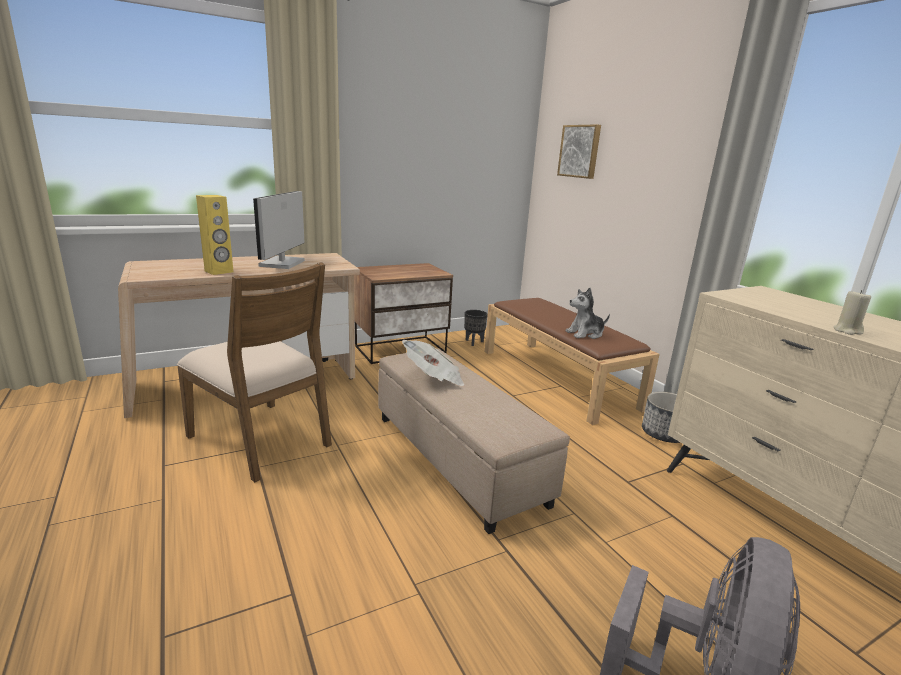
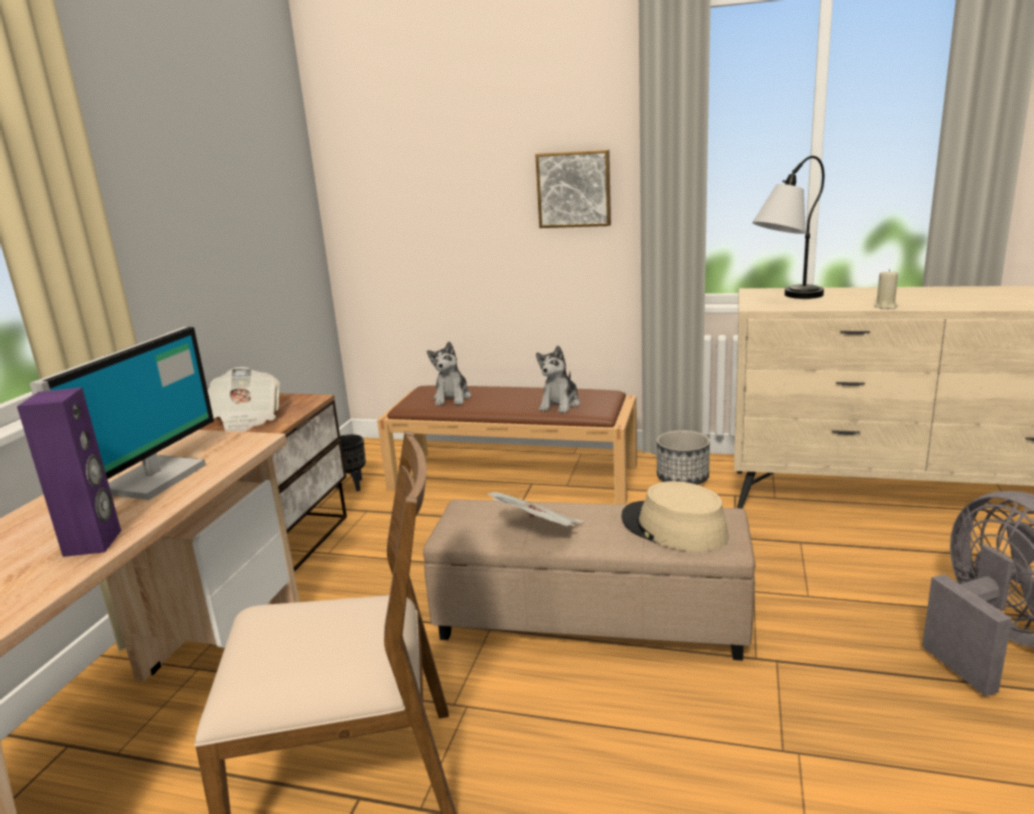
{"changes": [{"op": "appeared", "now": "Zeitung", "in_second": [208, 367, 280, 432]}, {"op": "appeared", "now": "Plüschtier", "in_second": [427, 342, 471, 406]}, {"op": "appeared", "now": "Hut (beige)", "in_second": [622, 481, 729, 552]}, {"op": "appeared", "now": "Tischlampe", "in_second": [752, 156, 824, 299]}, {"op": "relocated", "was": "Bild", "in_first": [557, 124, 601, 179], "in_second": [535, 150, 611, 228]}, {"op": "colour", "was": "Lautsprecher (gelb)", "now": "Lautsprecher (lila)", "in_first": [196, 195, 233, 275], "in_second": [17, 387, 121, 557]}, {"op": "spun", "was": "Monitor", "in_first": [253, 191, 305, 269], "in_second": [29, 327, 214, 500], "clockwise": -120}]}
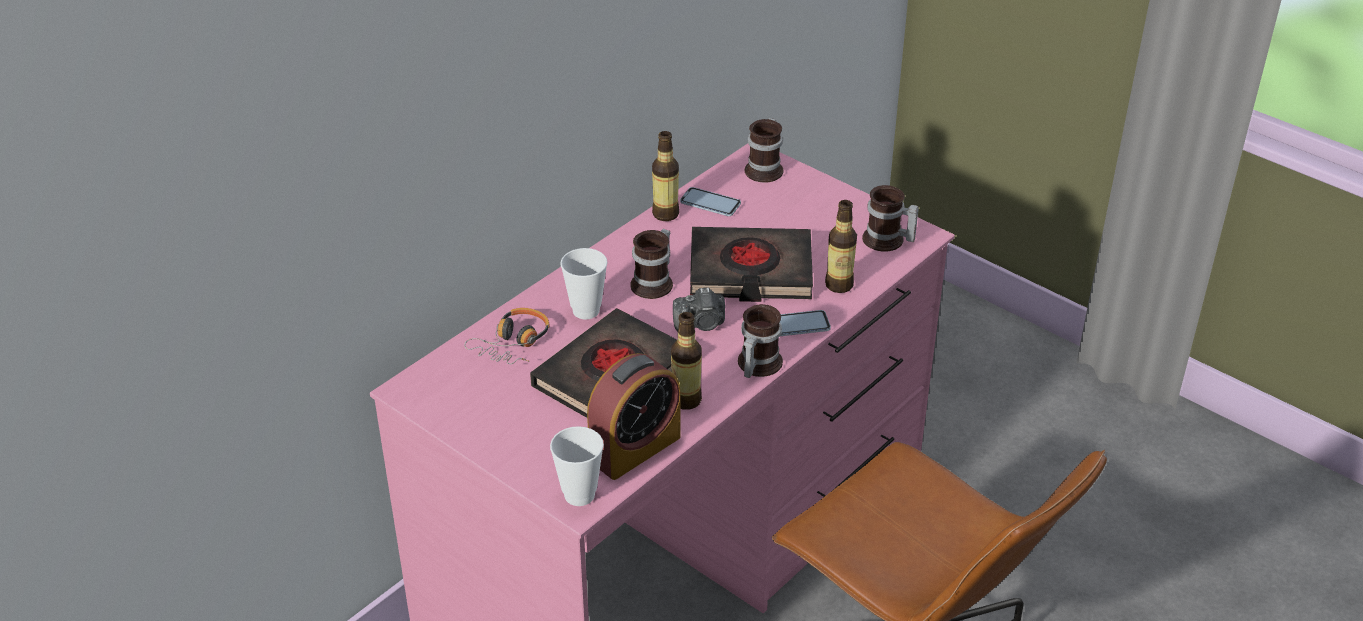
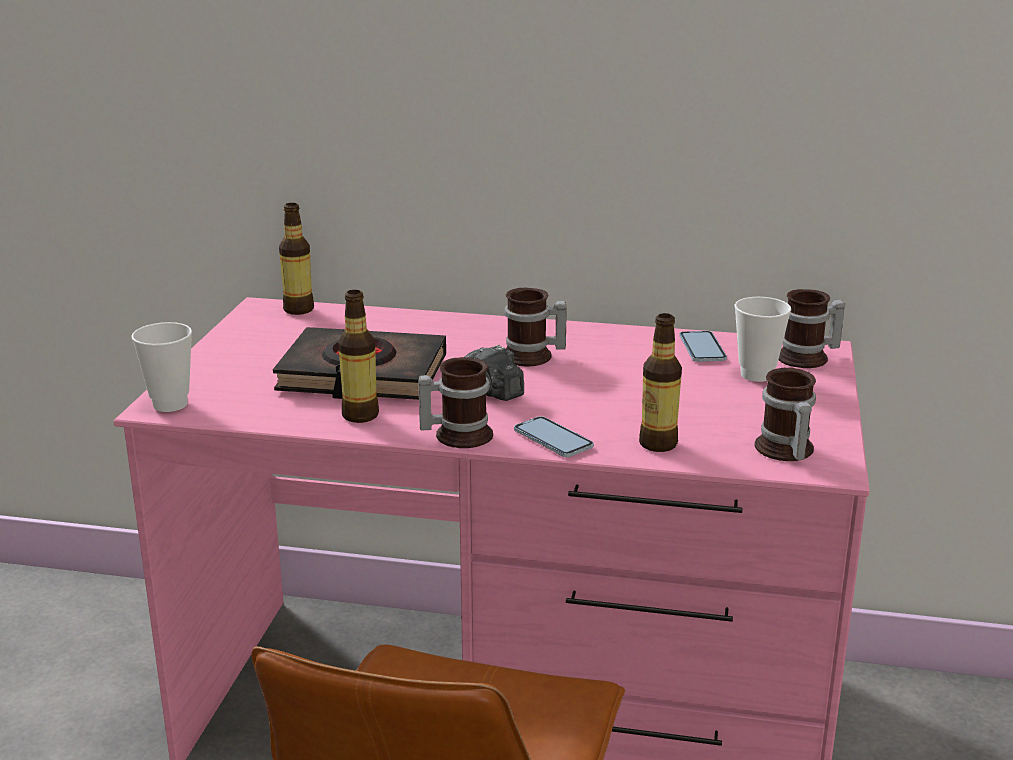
{"changes": [{"op": "missing", "was": "Kopfhörer", "in_first": [464, 308, 550, 364]}, {"op": "missing", "was": "Wecker", "in_first": [587, 353, 680, 480]}, {"op": "missing", "was": "Buch (schwarz)", "in_first": [690, 227, 813, 302]}, {"op": "relocated", "was": "Tasse", "in_first": [560, 248, 608, 319], "in_second": [734, 297, 791, 382]}, {"op": "relocated", "was": "Flasche", "in_first": [652, 131, 679, 221], "in_second": [279, 203, 314, 315]}]}
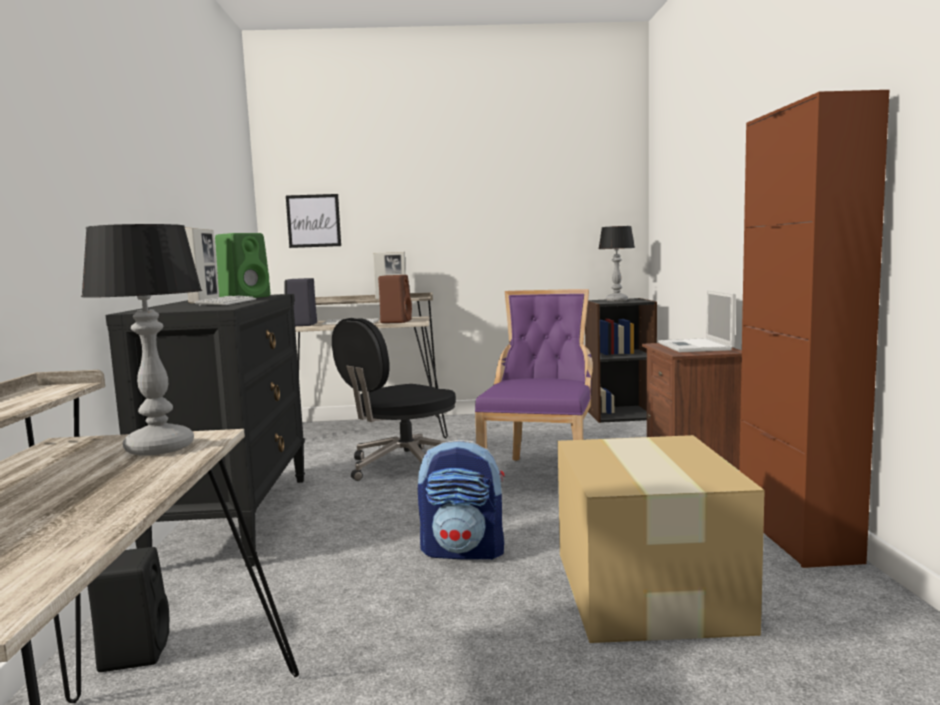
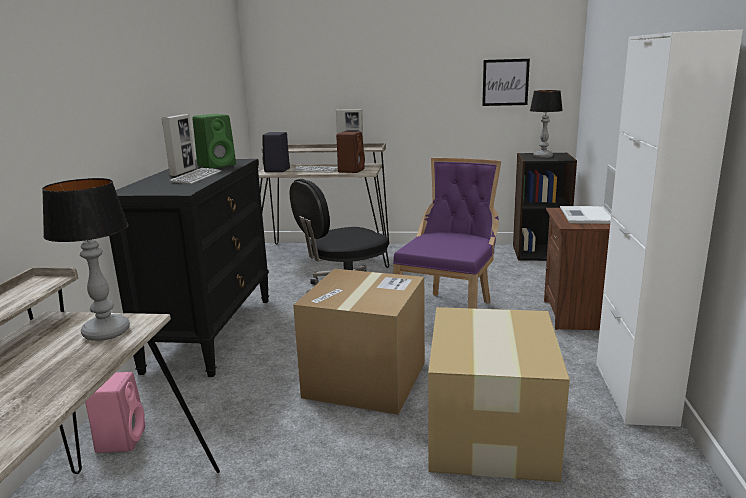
{"changes": [{"op": "relocated", "was": "Bild", "in_first": [286, 194, 341, 248], "in_second": [482, 59, 530, 106]}, {"op": "exchanged", "was": "Rucksack", "now": "Karton", "in_first": [418, 440, 505, 560], "in_second": [293, 269, 425, 415]}, {"op": "colour", "was": "Lautsprecher (schwarz)", "now": "Lautsprecher (rosa)", "in_first": [87, 547, 169, 672], "in_second": [85, 372, 145, 453]}, {"op": "colour", "was": "Schrank (braun)", "now": "Schrank (weiß)", "in_first": [739, 90, 889, 568], "in_second": [596, 30, 743, 427]}]}
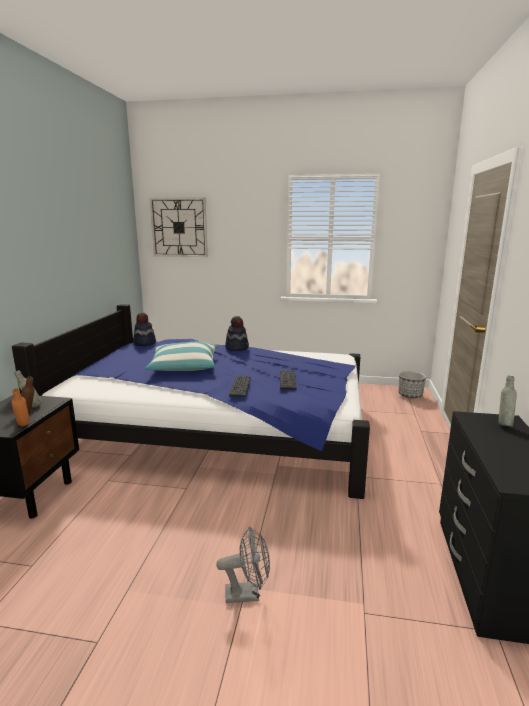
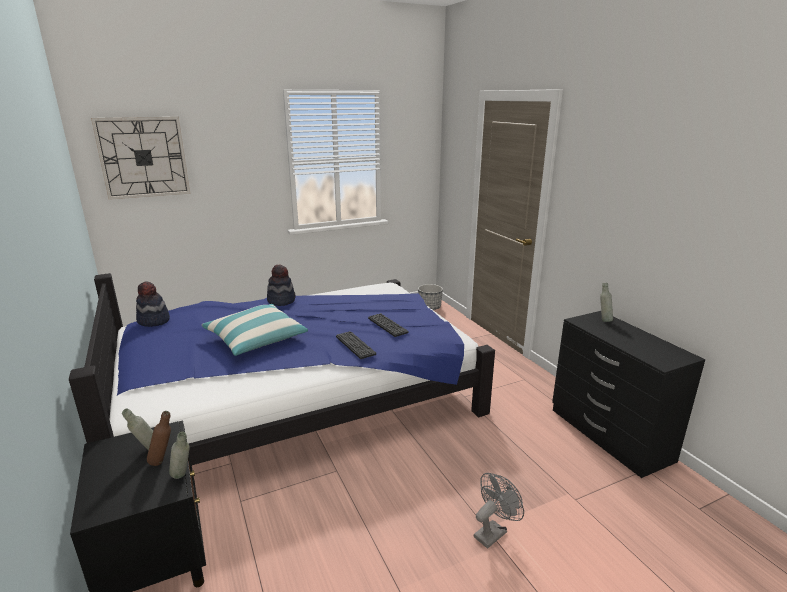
{"changes": [{"op": "colour", "was": "Flasche (orange)", "now": "Flasche (grau)", "in_first": [12, 388, 30, 426], "in_second": [169, 431, 190, 479]}]}
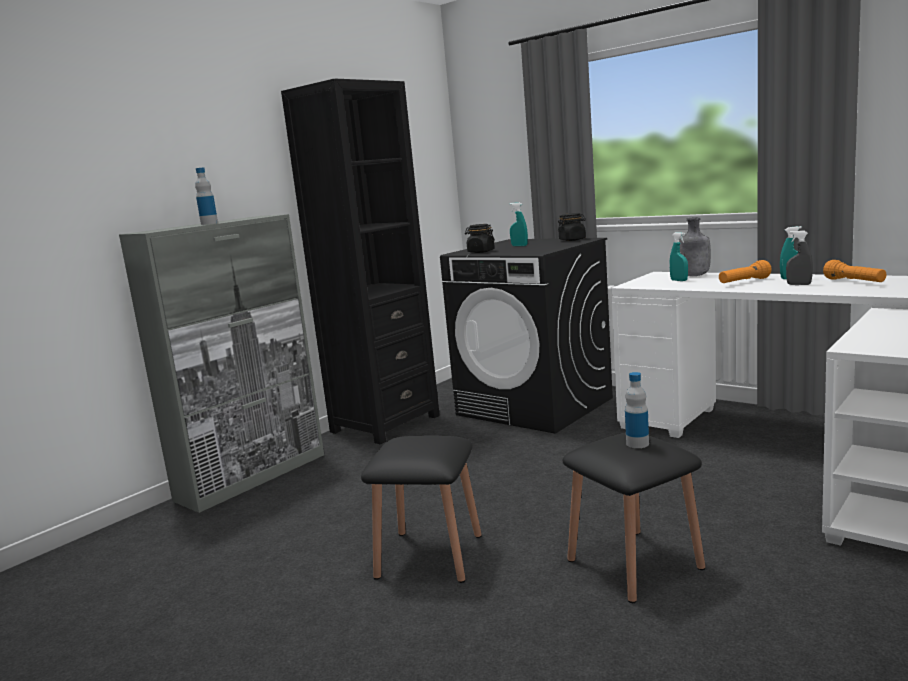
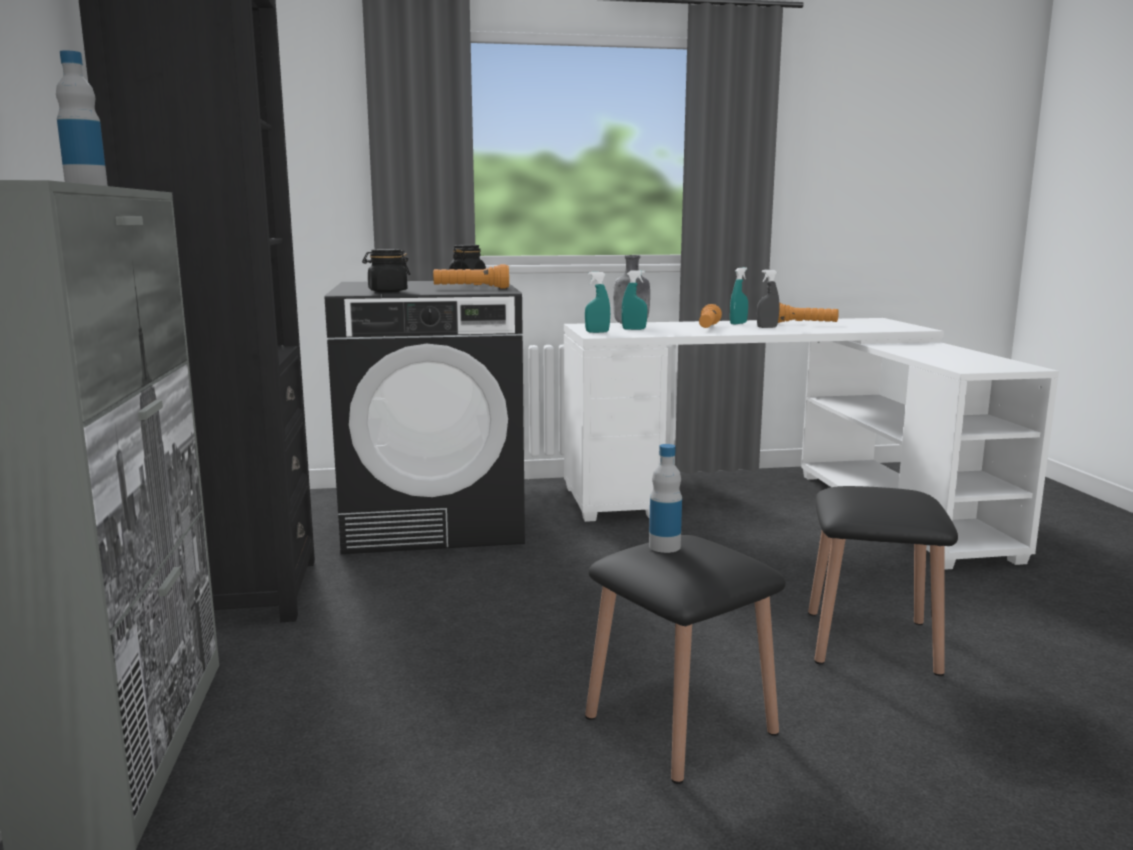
{"changes": [{"op": "appeared", "now": "Taschenlampe (orange)", "in_second": [433, 264, 509, 289]}, {"op": "relocated", "was": "Sprühflasche (türkis)", "in_first": [510, 202, 528, 246], "in_second": [585, 272, 610, 333]}, {"op": "relocated", "was": "Flasche", "in_first": [625, 372, 649, 448], "in_second": [649, 444, 682, 553]}]}
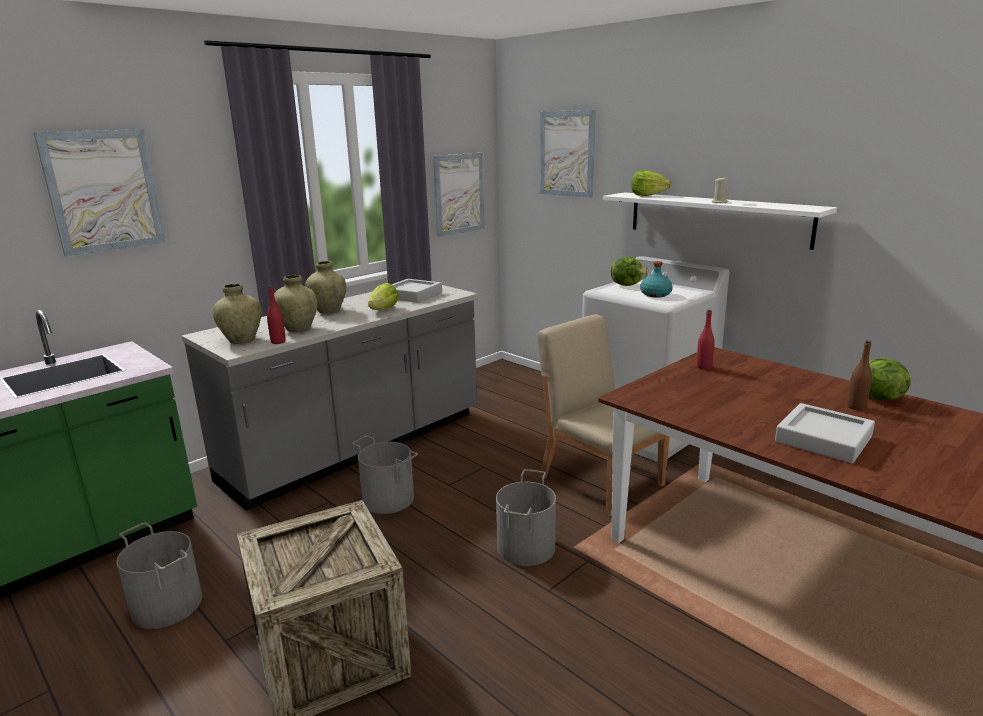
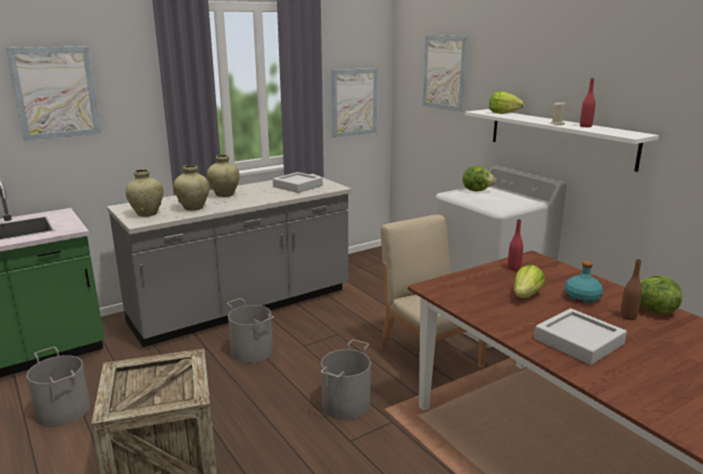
{"changes": [{"op": "relocated", "was": "Flasche (rot)", "in_first": [267, 286, 286, 344], "in_second": [580, 78, 595, 127]}, {"op": "relocated", "was": "Salatkopf", "in_first": [368, 283, 399, 310], "in_second": [514, 265, 545, 298]}, {"op": "relocated", "was": "Flasche (türkis)", "in_first": [640, 261, 673, 298], "in_second": [564, 261, 603, 303]}]}
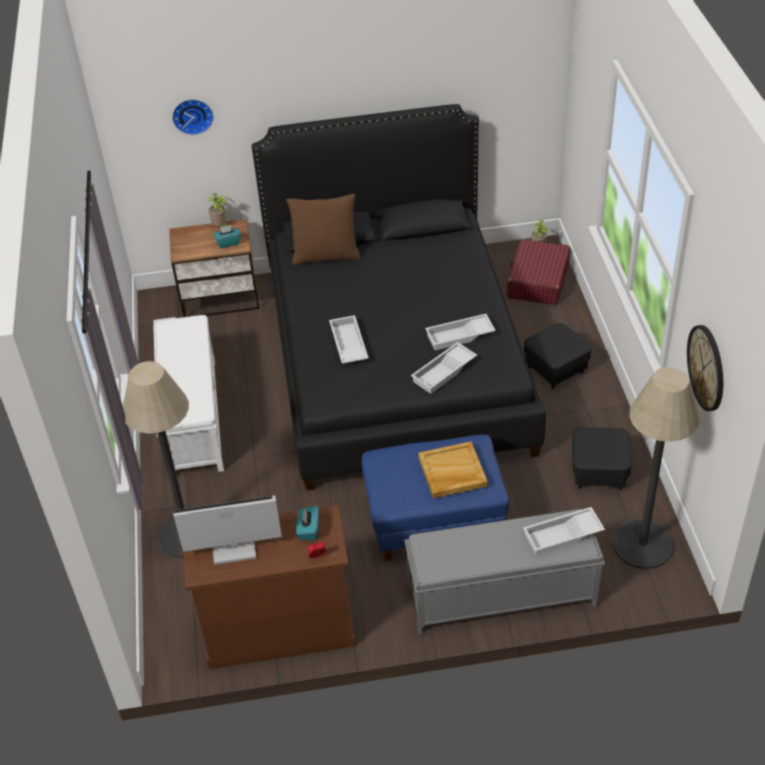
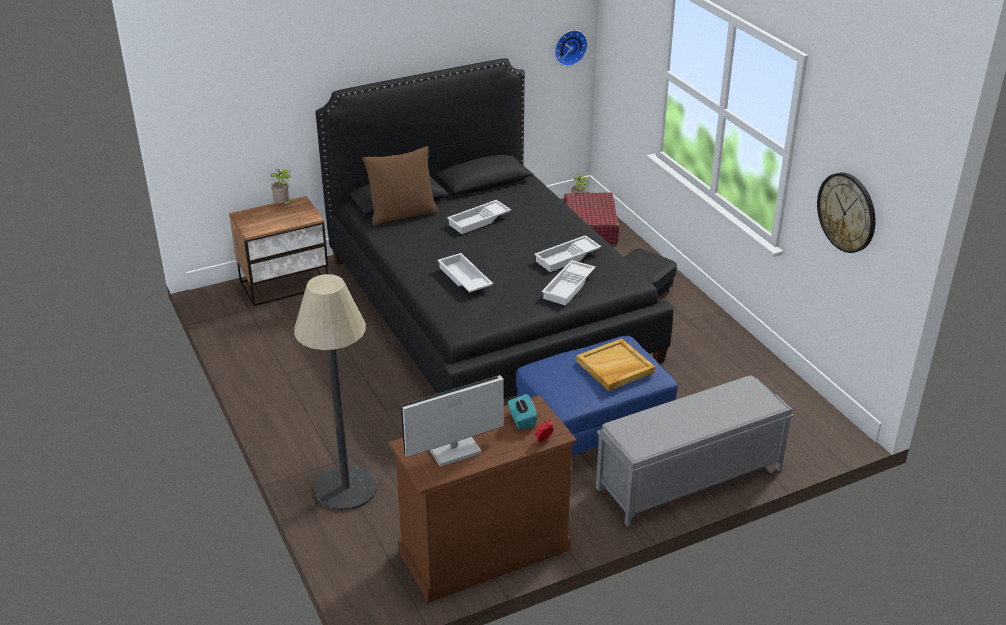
{"changes": [{"op": "missing", "was": "Bank (weiß)", "in_first": [153, 315, 224, 472]}, {"op": "missing", "was": "Taschentuchbox (türkis)", "in_first": [214, 225, 241, 248]}, {"op": "missing", "was": "Polsterhocker (schwarz)", "in_first": [572, 427, 632, 490]}, {"op": "missing", "was": "Stehlampe", "in_first": [613, 367, 700, 569]}, {"op": "relocated", "was": "Wanduhr", "in_first": [172, 99, 214, 135], "in_second": [555, 30, 588, 66]}, {"op": "relocated", "was": "Tablett (weiß)", "in_first": [523, 507, 605, 555], "in_second": [447, 200, 511, 234]}]}
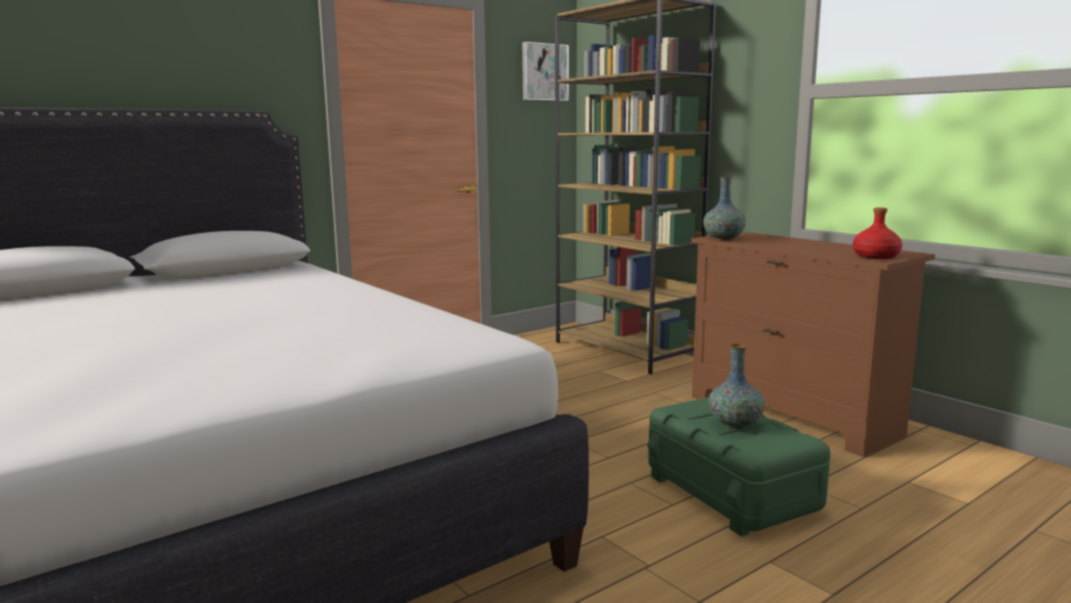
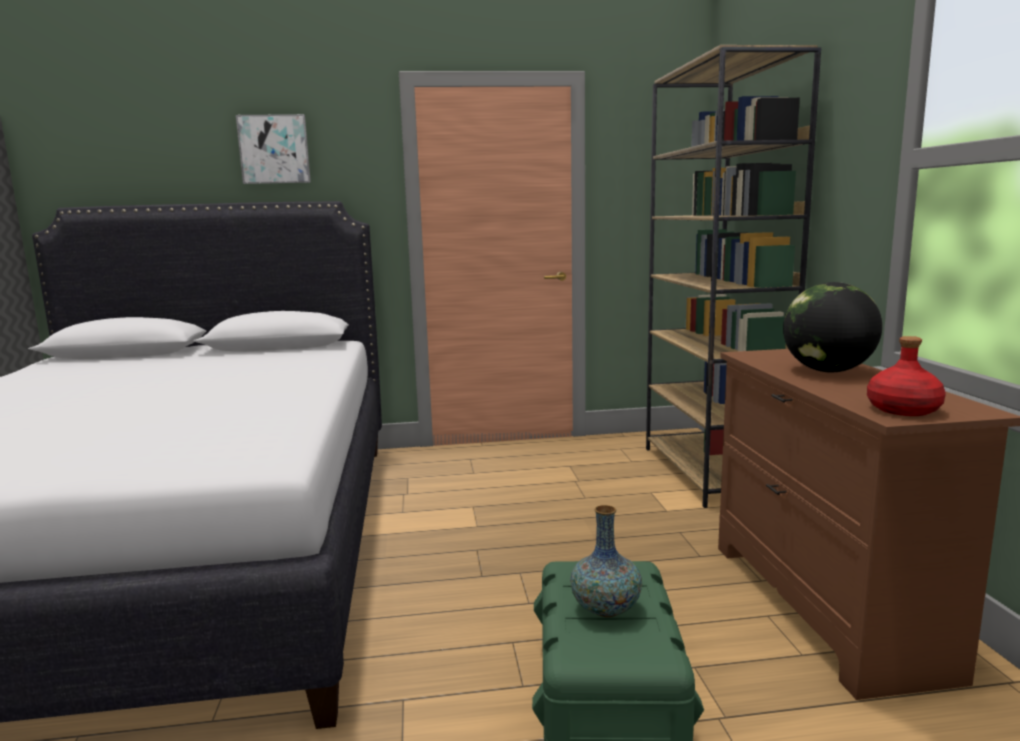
{"changes": [{"op": "missing", "was": "Vase", "in_first": [703, 176, 746, 240]}, {"op": "appeared", "now": "Globus", "in_second": [783, 282, 882, 372]}, {"op": "relocated", "was": "Bild", "in_first": [522, 42, 569, 101], "in_second": [236, 114, 311, 184]}]}
